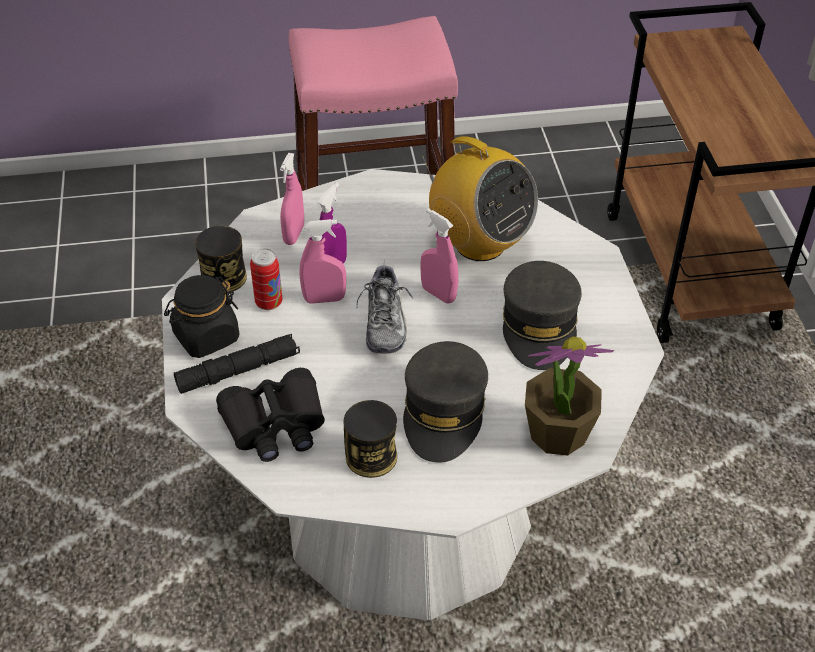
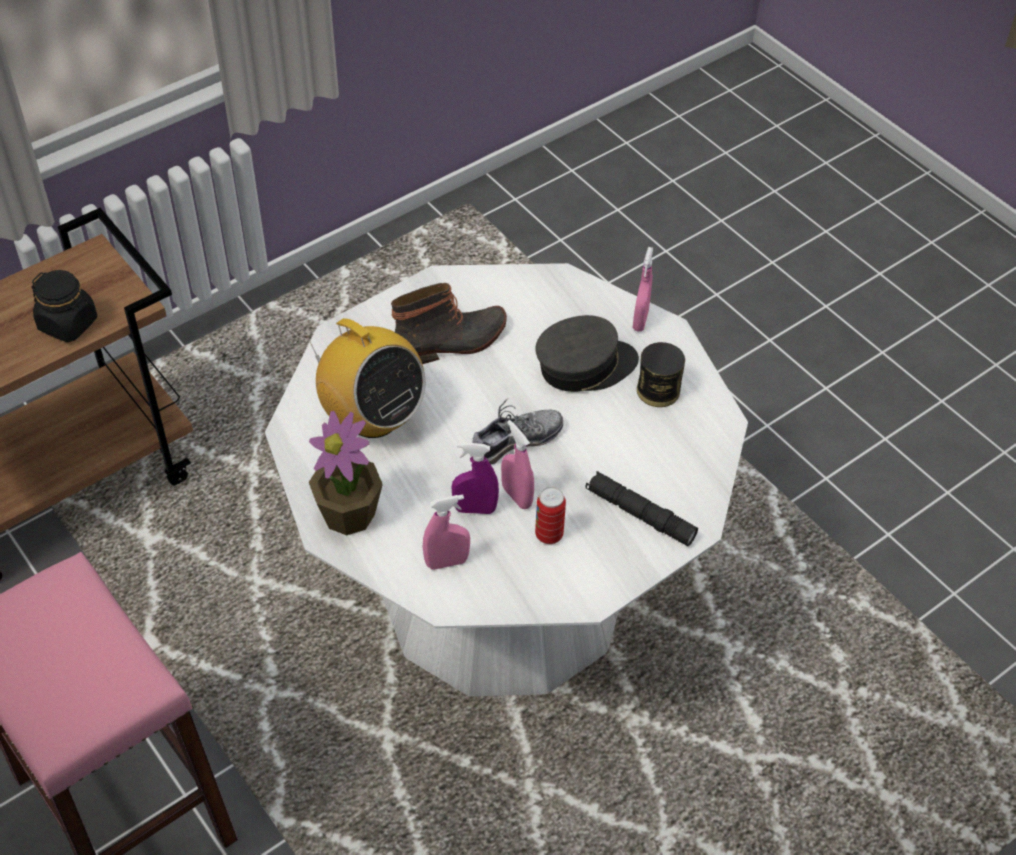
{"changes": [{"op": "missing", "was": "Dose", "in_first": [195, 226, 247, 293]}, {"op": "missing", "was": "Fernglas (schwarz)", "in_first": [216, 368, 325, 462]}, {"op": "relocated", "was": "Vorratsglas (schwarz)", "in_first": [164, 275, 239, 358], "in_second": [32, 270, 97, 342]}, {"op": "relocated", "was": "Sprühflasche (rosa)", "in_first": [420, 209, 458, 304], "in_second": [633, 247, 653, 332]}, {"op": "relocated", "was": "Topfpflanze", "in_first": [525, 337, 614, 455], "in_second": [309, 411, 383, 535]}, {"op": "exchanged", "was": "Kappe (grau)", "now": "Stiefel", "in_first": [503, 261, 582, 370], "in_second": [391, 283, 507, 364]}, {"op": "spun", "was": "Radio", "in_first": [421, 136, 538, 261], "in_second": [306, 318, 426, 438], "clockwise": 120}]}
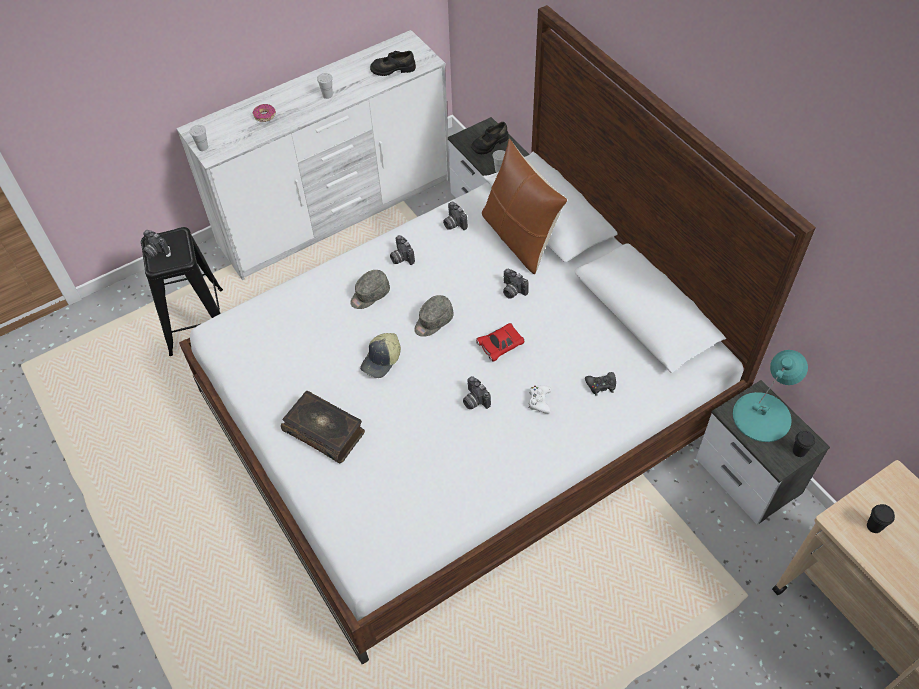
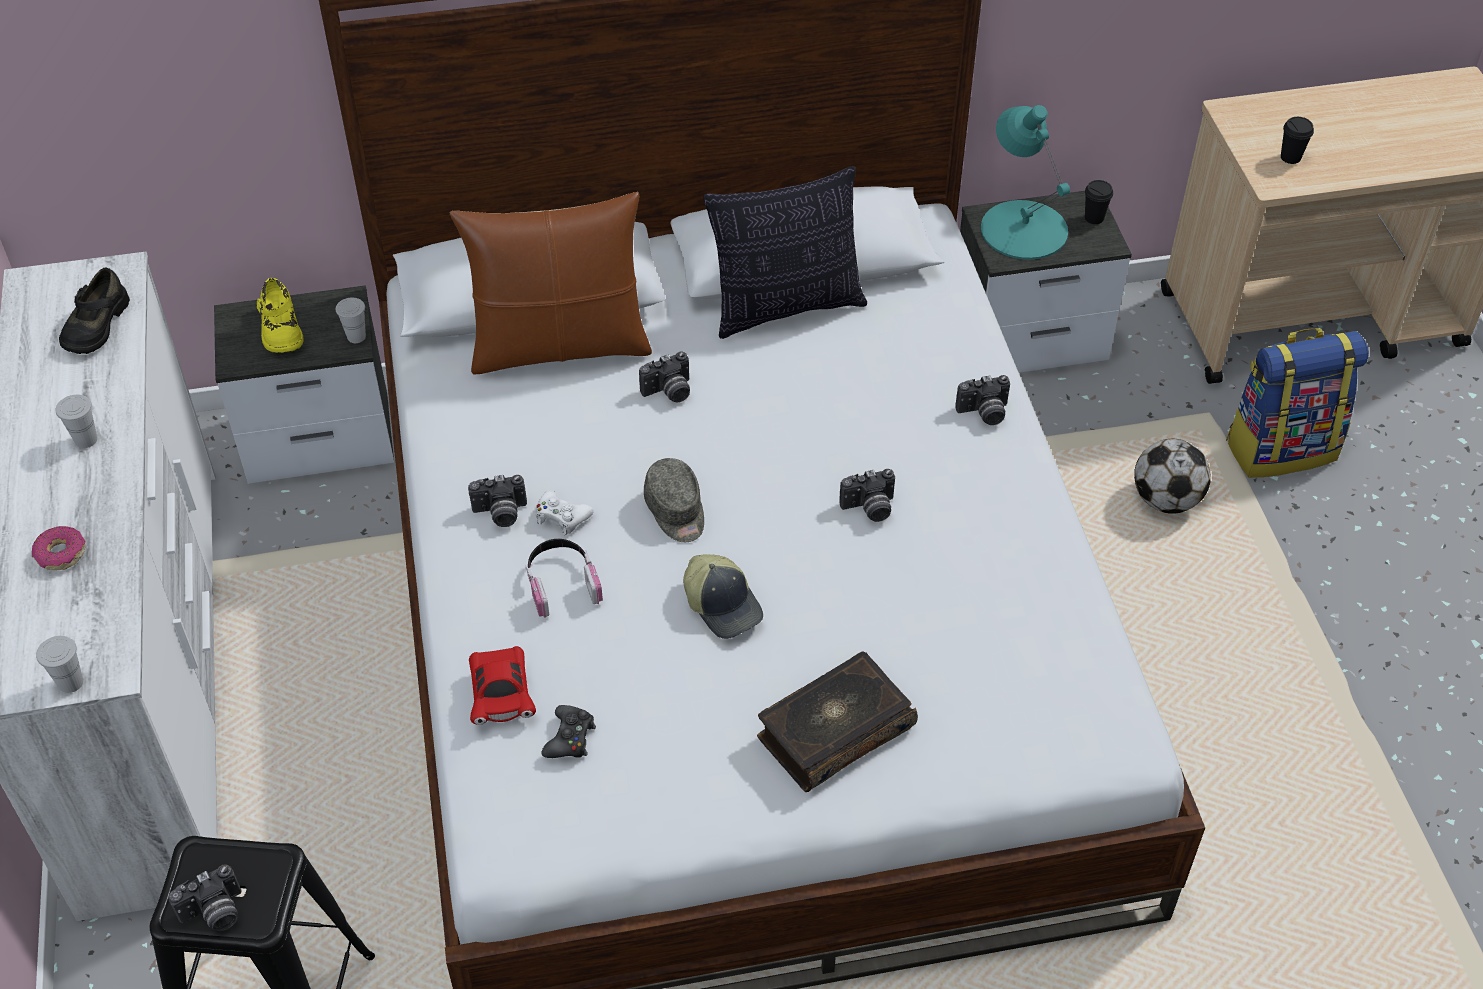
{"changes": [{"op": "appeared", "now": "Kissen", "in_second": [703, 166, 867, 339]}, {"op": "appeared", "now": "Fußball", "in_second": [1134, 439, 1211, 514]}, {"op": "appeared", "now": "Rucksack", "in_second": [1226, 328, 1369, 478]}, {"op": "relocated", "was": "Kamera", "in_first": [443, 202, 468, 230], "in_second": [955, 375, 1010, 425]}, {"op": "relocated", "was": "Spielzeugauto (rot)", "in_first": [476, 323, 524, 362], "in_second": [469, 646, 536, 725]}, {"op": "relocated", "was": "Gamepad (weiß)", "in_first": [528, 386, 552, 414], "in_second": [536, 490, 594, 535]}, {"op": "relocated", "was": "Gamepad (schwarz)", "in_first": [585, 372, 616, 396], "in_second": [541, 705, 596, 758]}, {"op": "exchanged", "was": "Kappe (grau)", "now": "Kopfhörer", "in_first": [350, 270, 390, 309], "in_second": [526, 539, 603, 618]}, {"op": "colour", "was": "Schuh (schwarz)", "now": "Schuh (gelb)", "in_first": [471, 122, 509, 154], "in_second": [257, 278, 304, 353]}]}
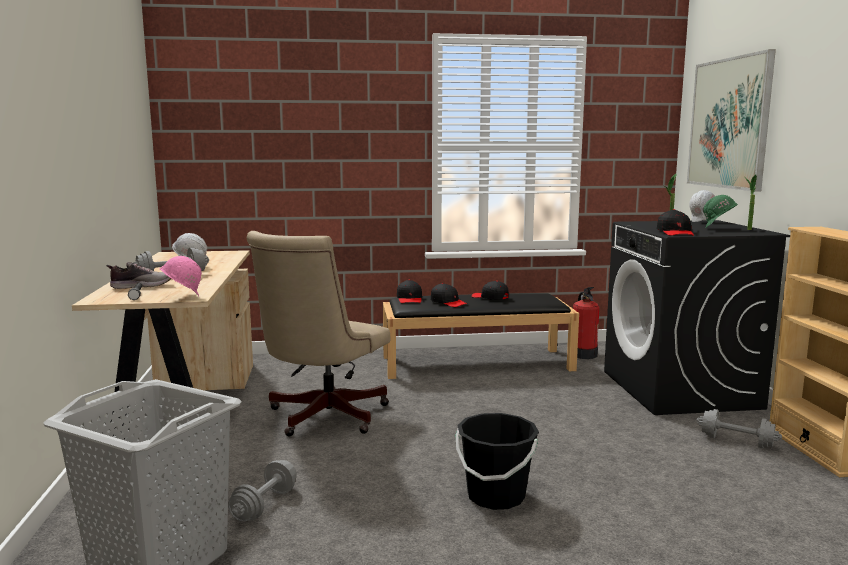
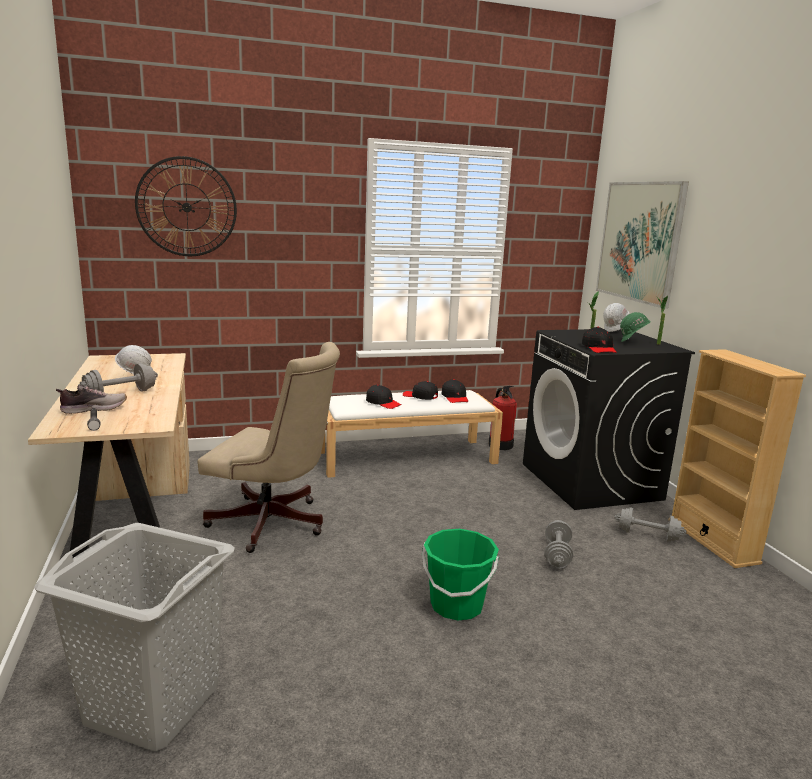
{"changes": [{"op": "missing", "was": "Schutzhelm (rosa)", "in_first": [159, 256, 202, 296]}, {"op": "appeared", "now": "Wanduhr", "in_second": [135, 156, 237, 256]}, {"op": "relocated", "was": "Hantel (grau)", "in_first": [228, 460, 297, 522], "in_second": [545, 520, 573, 569]}, {"op": "relocated", "was": "Kappe (schwarz)", "in_first": [397, 280, 422, 303], "in_second": [442, 379, 468, 403]}, {"op": "colour", "was": "Bank (schwarz)", "now": "Bank (weiß)", "in_first": [383, 293, 579, 379], "in_second": [321, 390, 503, 478]}, {"op": "colour", "was": "Eimer (schwarz)", "now": "Eimer (grün)", "in_first": [456, 413, 539, 510], "in_second": [422, 529, 499, 621]}, {"op": "spun", "was": "Bürostuhl (beige)", "in_first": [247, 231, 390, 437], "in_second": [198, 342, 340, 553], "clockwise": -90}]}
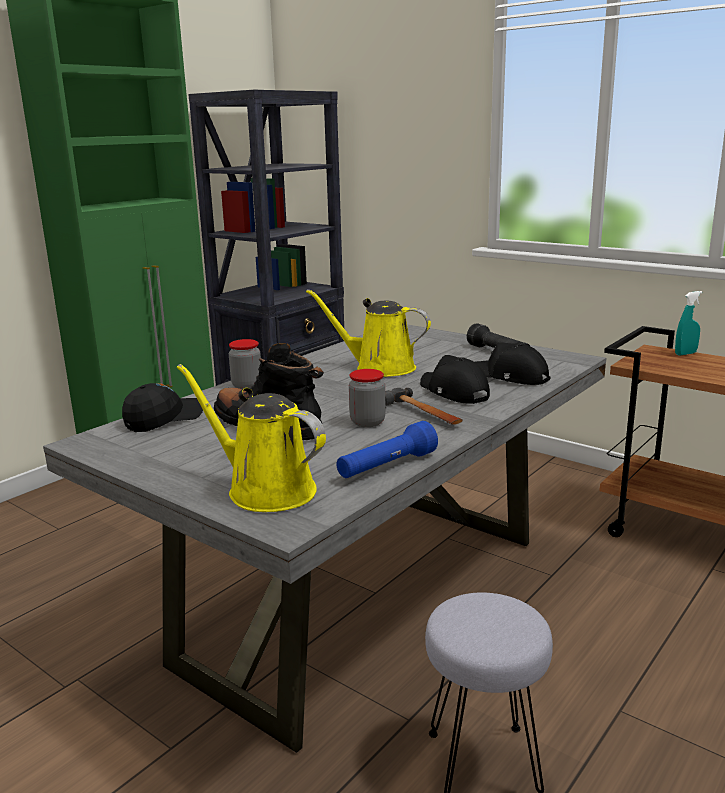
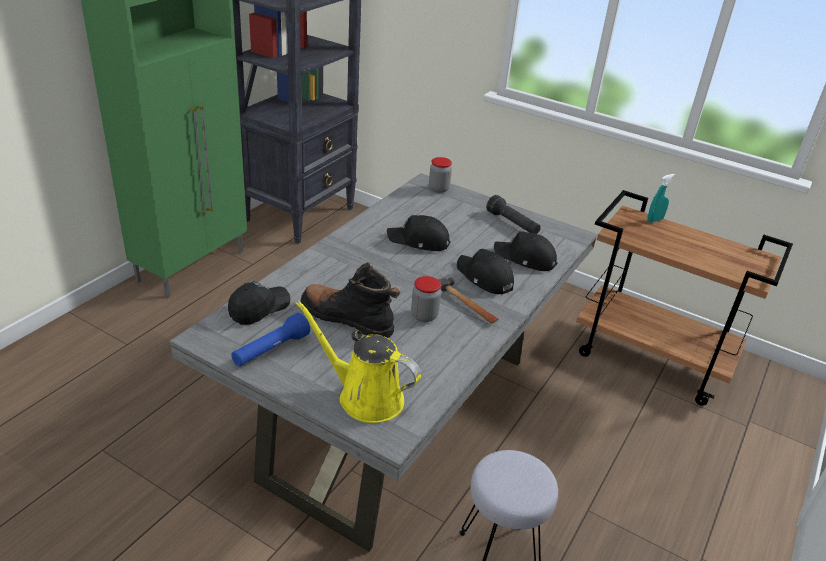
{"changes": [{"op": "relocated", "was": "Vorratsglas", "in_first": [229, 339, 261, 389], "in_second": [429, 157, 452, 193]}, {"op": "relocated", "was": "Taschenlampe (blau)", "in_first": [337, 421, 438, 478], "in_second": [231, 313, 310, 366]}, {"op": "exchanged", "was": "Gießkanne (gelb)", "now": "Kappe (schwarz)", "in_first": [306, 289, 431, 377], "in_second": [387, 215, 451, 251]}]}
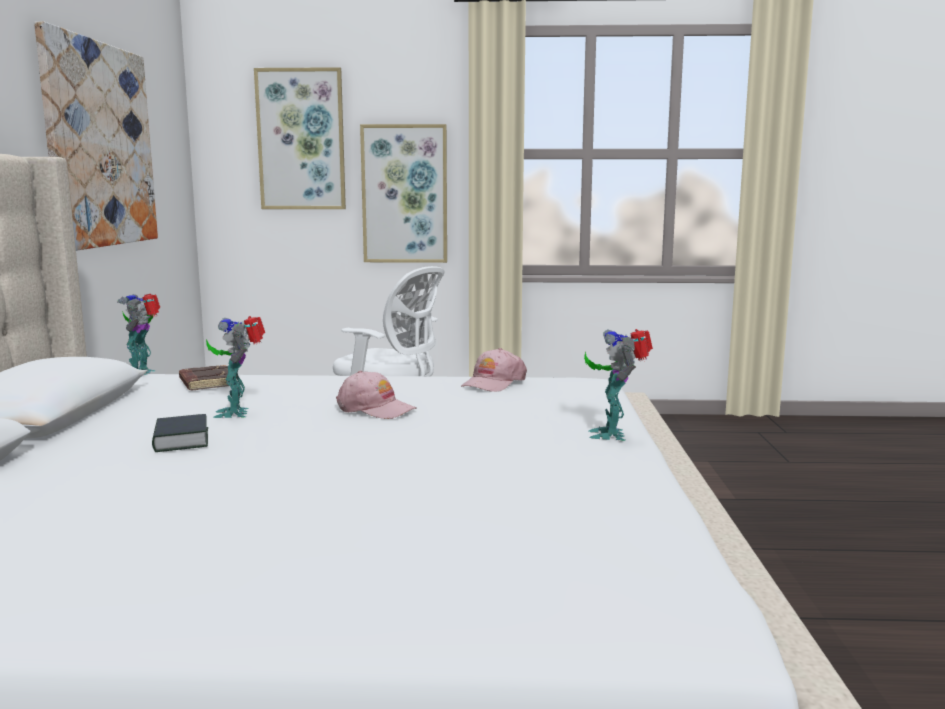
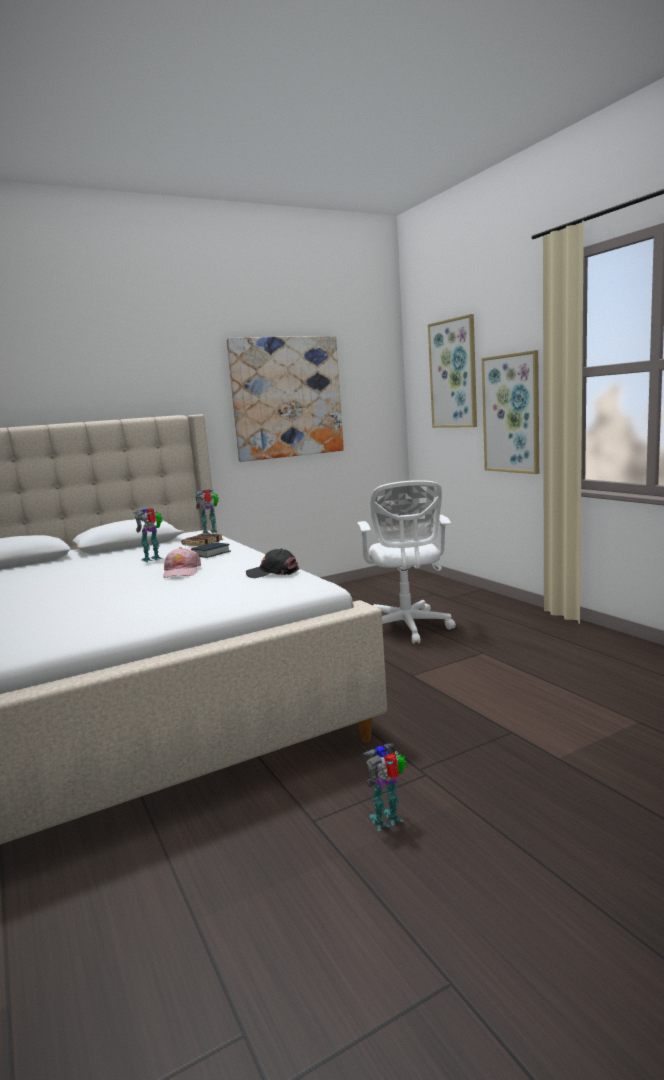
{"changes": [{"op": "relocated", "was": "Buch", "in_first": [152, 414, 208, 452], "in_second": [191, 542, 231, 558]}, {"op": "relocated", "was": "Spielzeugroboter", "in_first": [584, 329, 653, 441], "in_second": [364, 743, 407, 831]}, {"op": "colour", "was": "Kappe (rosa)", "now": "Kappe (schwarz)", "in_first": [461, 348, 527, 392], "in_second": [246, 549, 299, 578]}]}
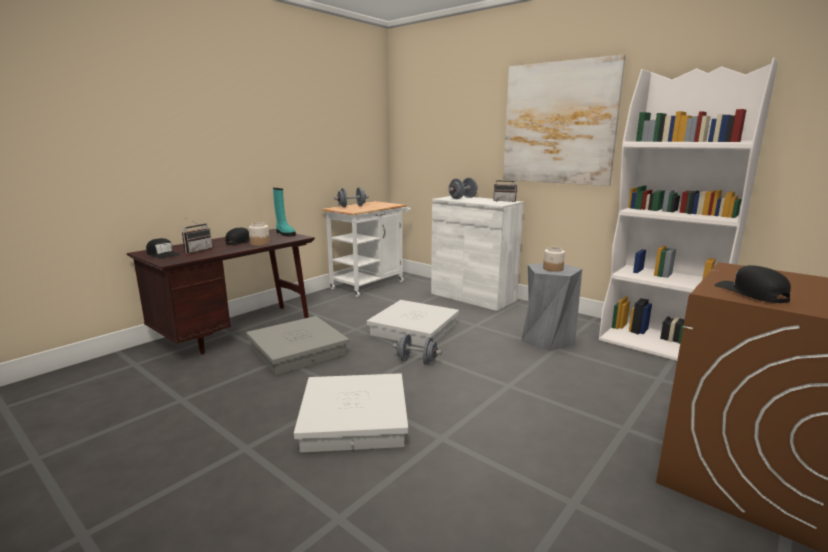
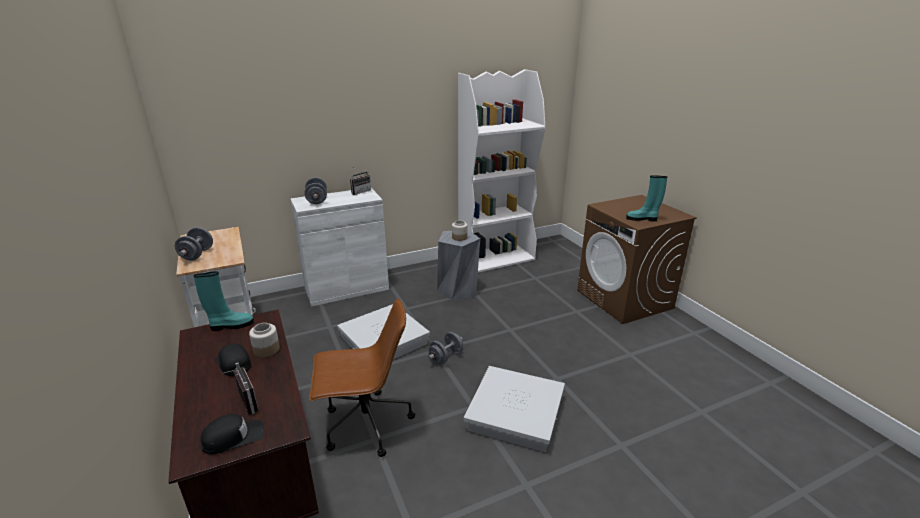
{"changes": [{"op": "missing", "was": "Bild", "in_first": [503, 55, 626, 186]}, {"op": "exchanged", "was": "Aufbewahrungsbox (grau)", "now": "Bürostuhl (braun)", "in_first": [246, 316, 349, 375], "in_second": [309, 298, 415, 457]}, {"op": "exchanged", "was": "Kappe (schwarz)", "now": "Stiefel (türkis)", "in_first": [714, 265, 791, 303], "in_second": [626, 175, 667, 221]}]}
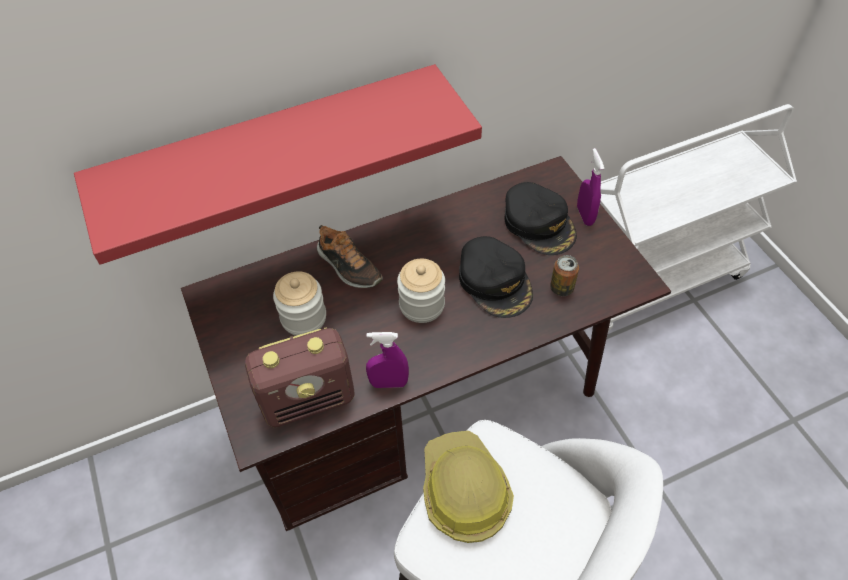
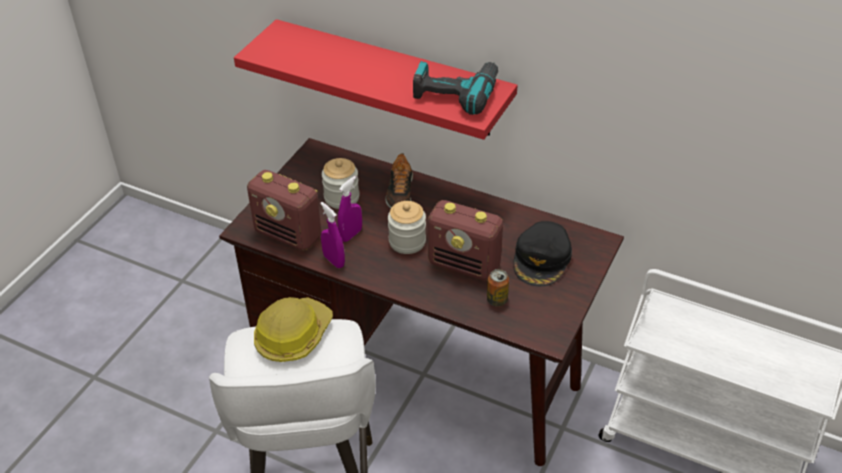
{"changes": [{"op": "appeared", "now": "Bohrmaschine", "in_second": [413, 61, 499, 115]}, {"op": "relocated", "was": "Sprühflasche (lila)", "in_first": [577, 148, 604, 226], "in_second": [338, 176, 362, 242]}, {"op": "exchanged", "was": "Kappe (schwarz)", "now": "Radio", "in_first": [459, 236, 533, 318], "in_second": [428, 200, 503, 280]}]}
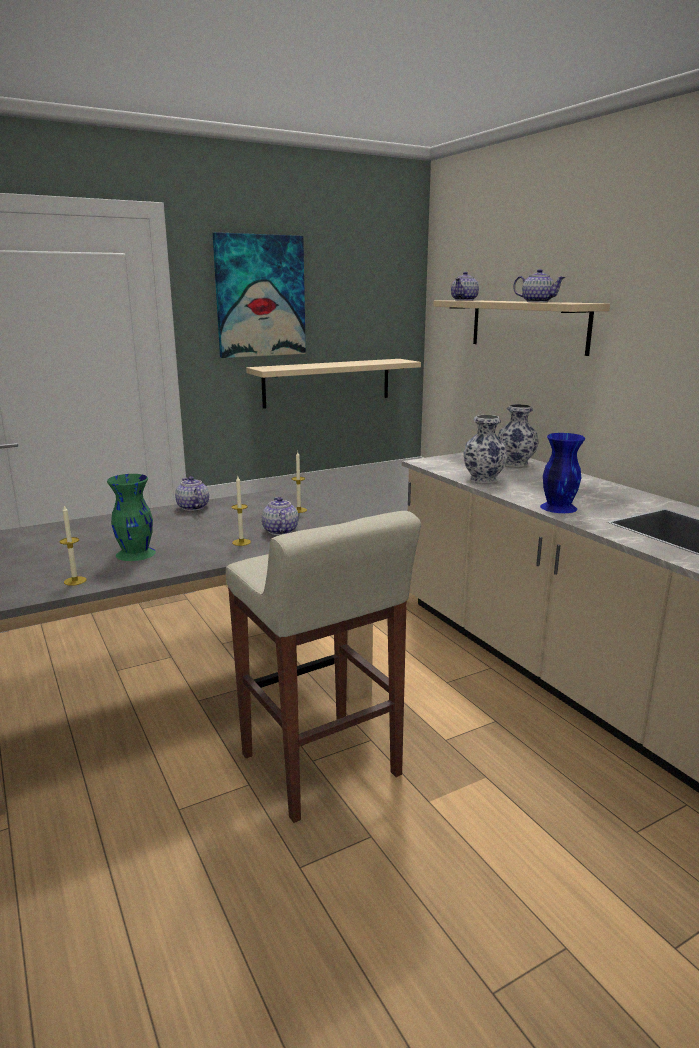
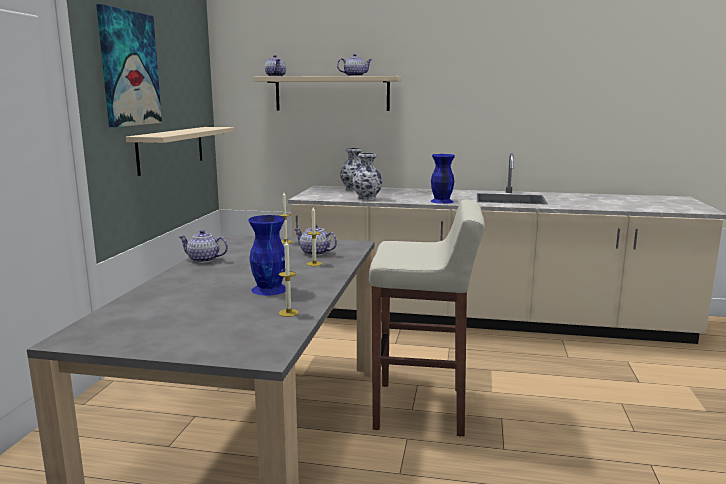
{"changes": [{"op": "colour", "was": "Vase (grün)", "now": "Vase (blau)", "in_first": [107, 474, 156, 561], "in_second": [248, 215, 286, 296]}]}
